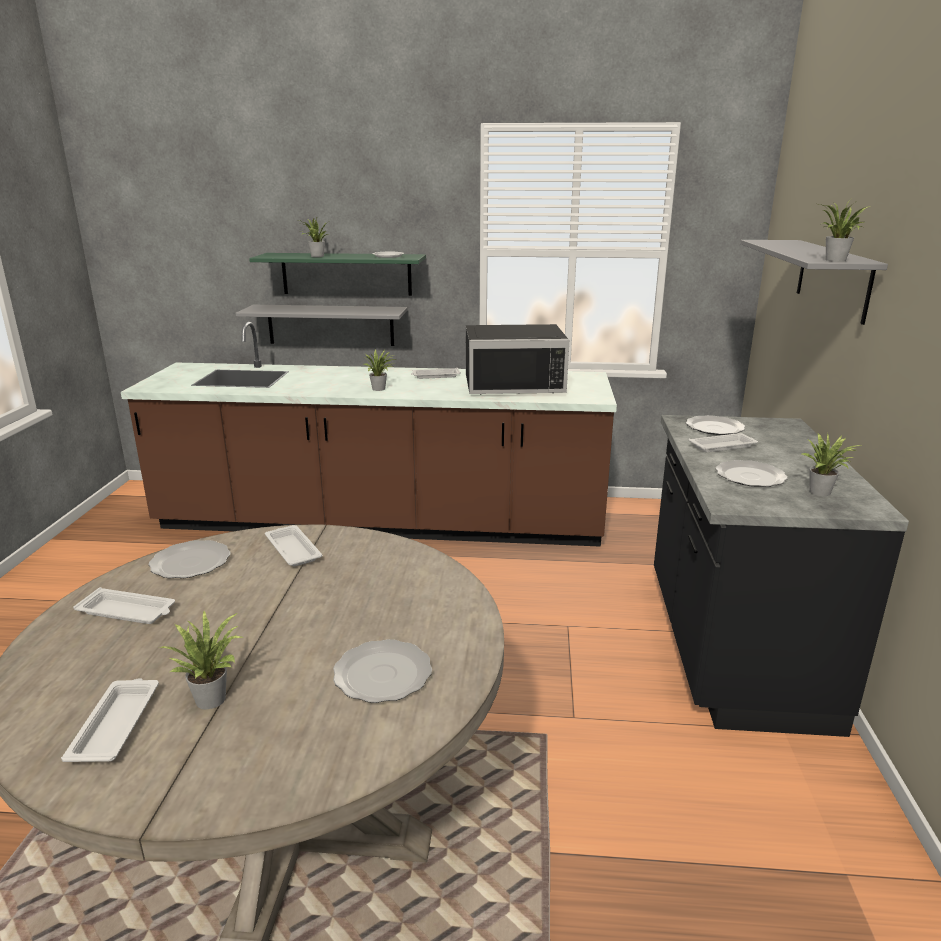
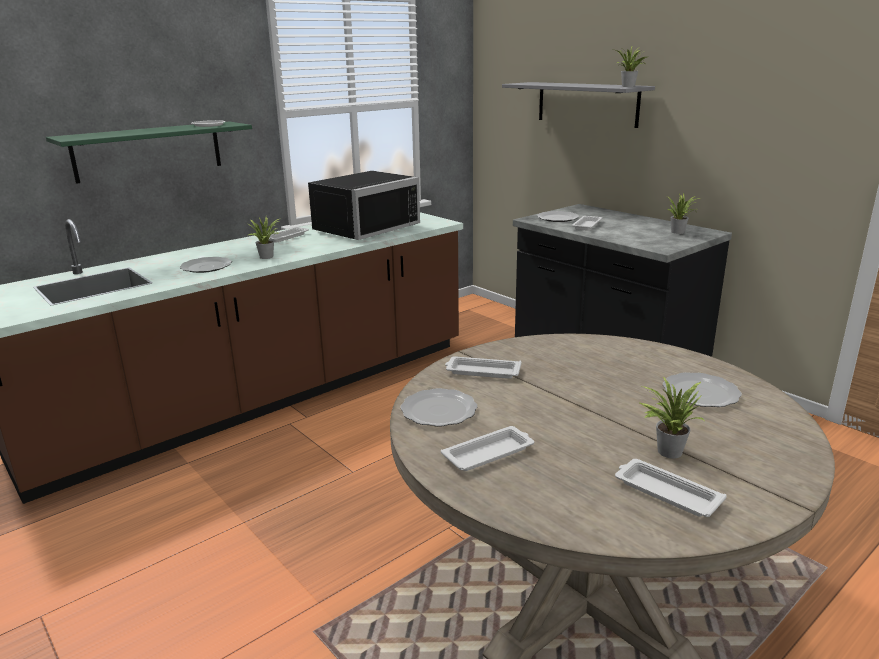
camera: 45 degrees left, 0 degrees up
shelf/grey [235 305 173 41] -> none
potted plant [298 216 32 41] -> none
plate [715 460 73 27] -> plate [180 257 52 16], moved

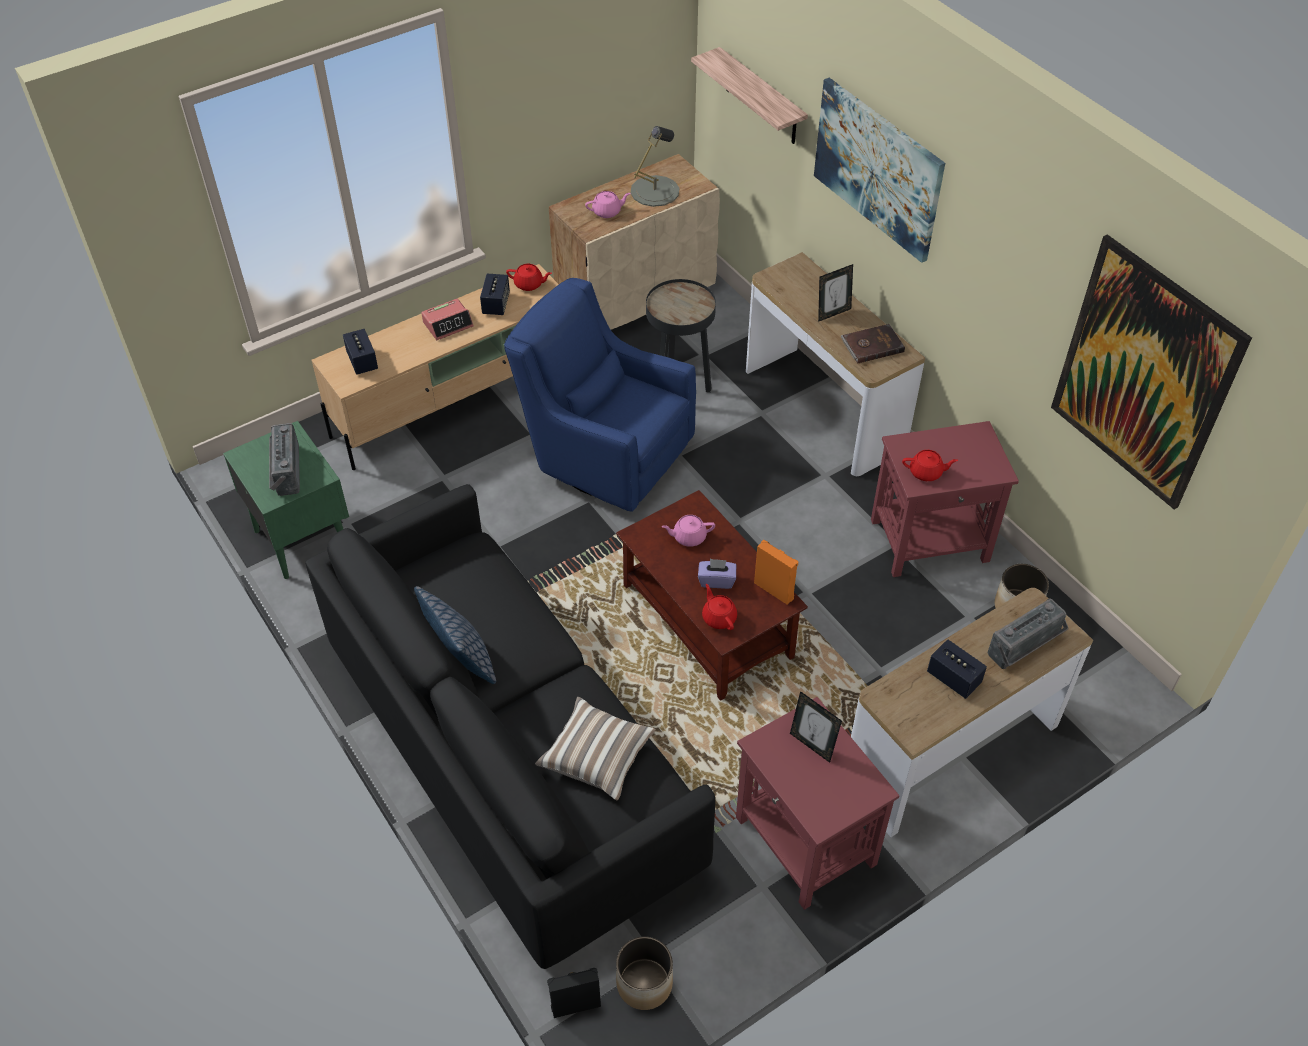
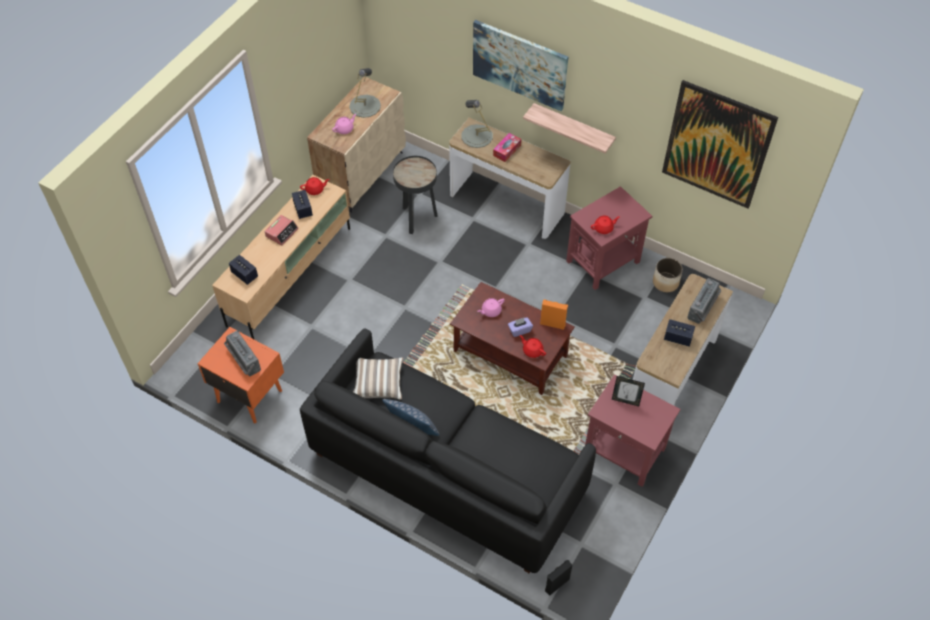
camera: 25 degrees left, 5 degrees up
nightstand/green [223 421 126 158] -> nightstand/orange [197 327 87 97]
armchair/blue [504 278 192 234] -> none
pillow [535 697 121 104] -> pillow [353 358 50 42], moved
planter [616 936 57 74] -> none
shelf [691 47 117 97] -> shelf [523 103 93 51], moved
picture frame [818 264 35 58] -> tissue box [493 133 28 29]
book/brown [841 324 64 40] -> none
none -> table lamp/grey [462 100 31 48]

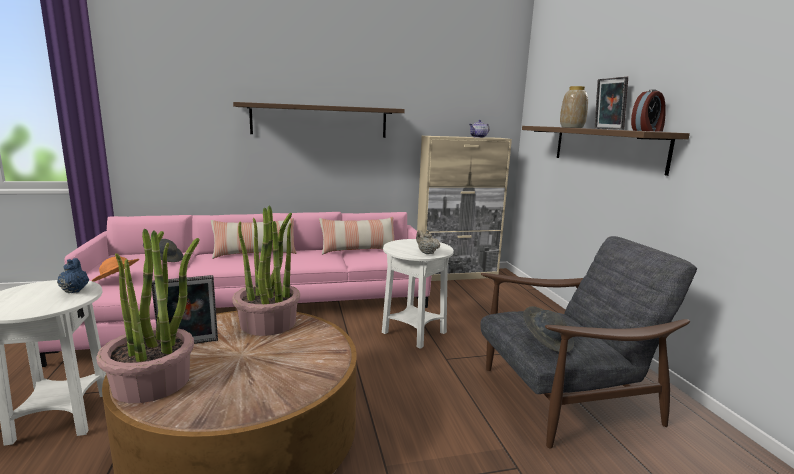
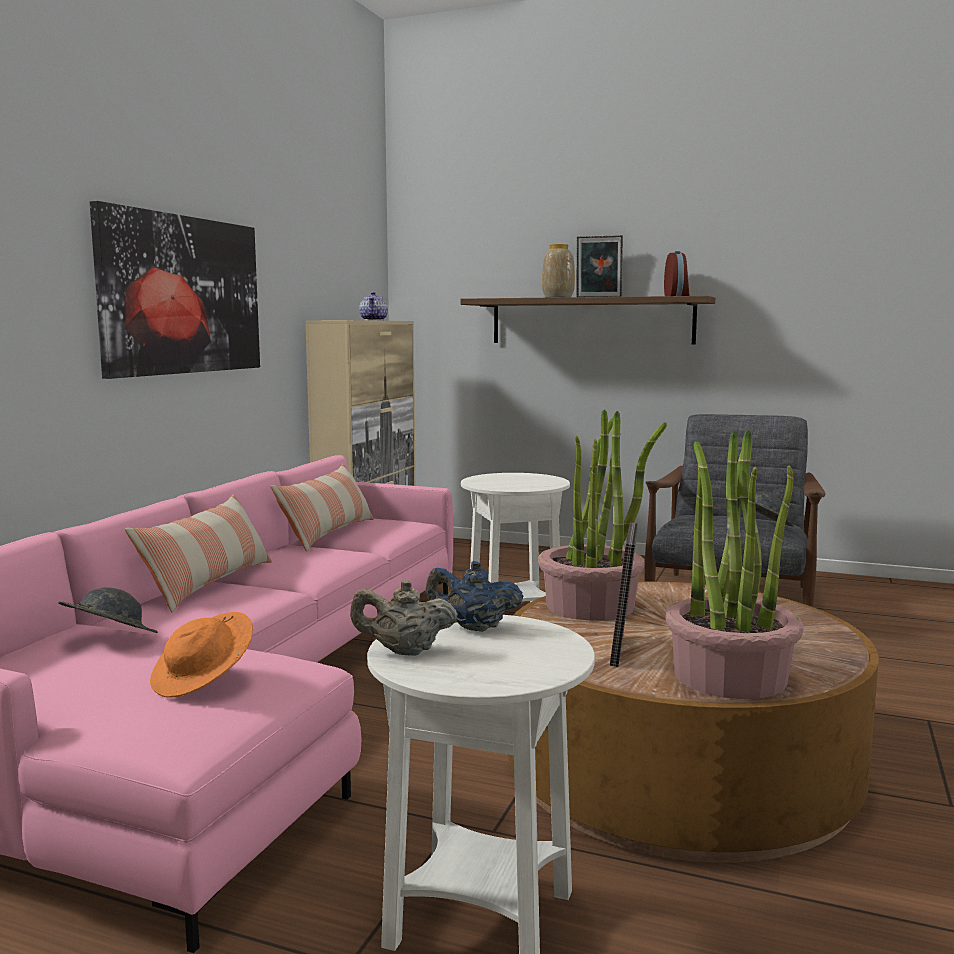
camera: 55 degrees left, 5 degrees down
shelf [233 102 172 36] -> picture [90 201 170 178]
teapot/beige [416 230 24 24] -> teapot/beige [350 580 108 76], moved

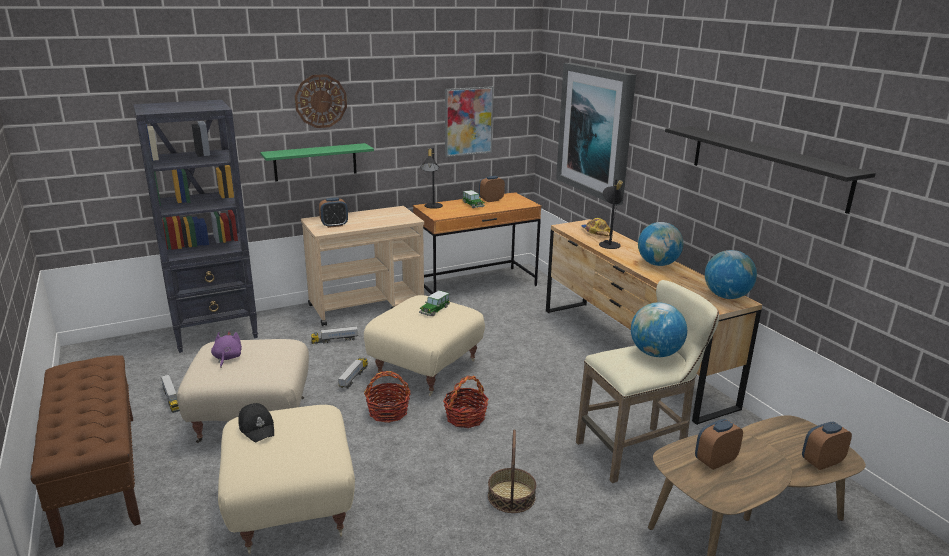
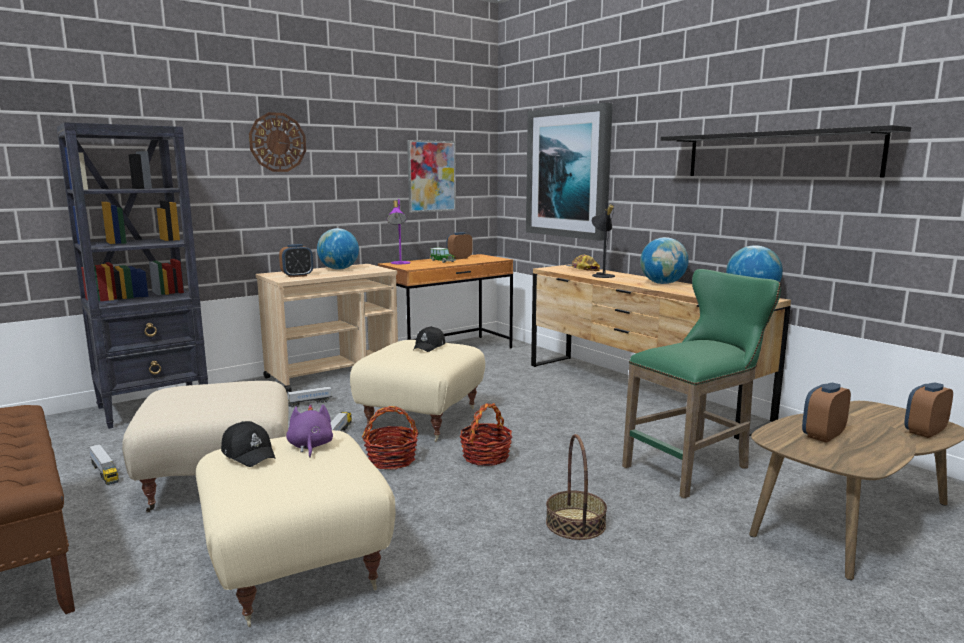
camera: 10 degrees left, 10 degrees down
plush toy/purple [211 331 31 36] -> plush toy/purple [286 404 47 54], moved
shelf/green [260 143 114 39] -> none
toy car [419 290 31 26] -> cap/black [414 326 31 26]
table lamp/black [420 148 23 61] -> table lamp/purple [387 199 24 65]
stool/beige [576 280 143 203] -> stool/green [622 269 159 229]
globe [631 302 56 55] -> globe [317 228 42 42], moved

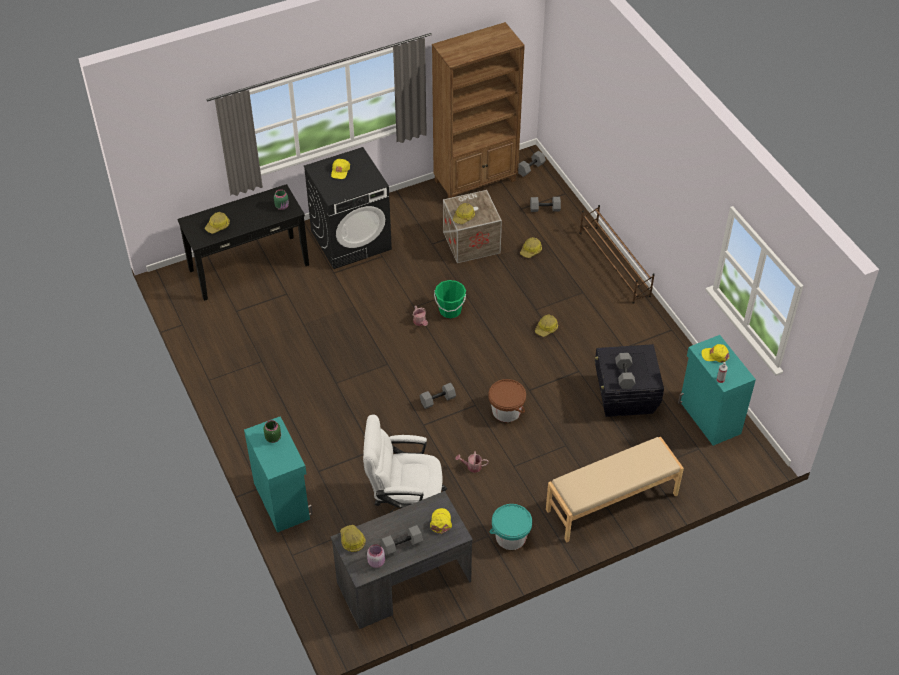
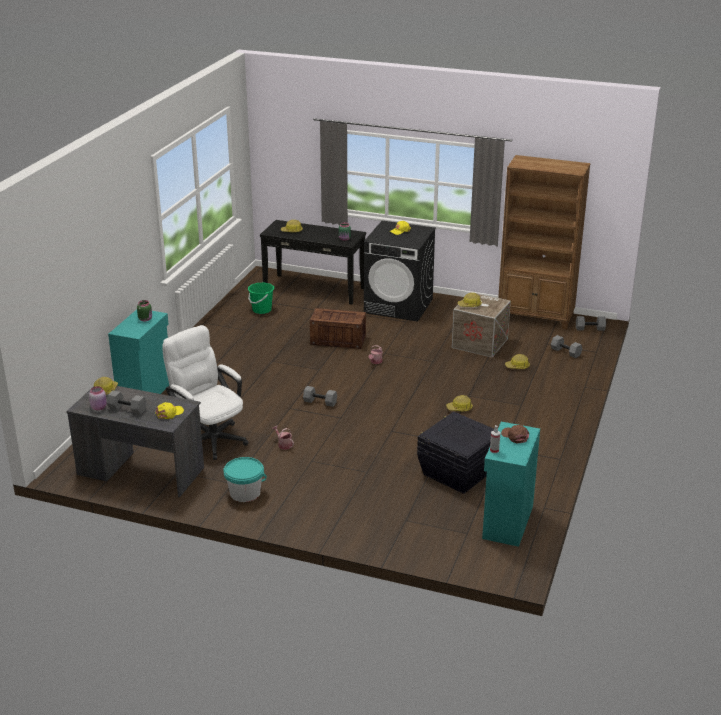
camera: 45 degrees right, 20 degrees down
bucket/green [434 280 32 38] -> bucket/green [248 283 26 31], moved
bucket/brown [488 379 38 43] -> none
bench/beige [546 437 138 106] -> none
shoe rack/brown [579 205 76 99] -> none
dumbbell/grey [615 353 21 36] -> none
cap/yellow [701 344 29 19] -> cap/brown [501 425 28 19]
none -> crate [310 308 56 41]

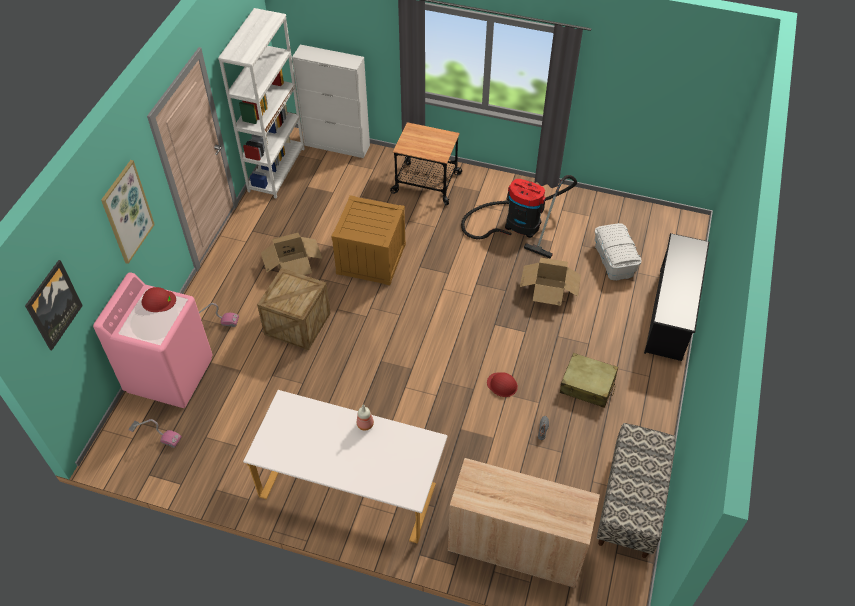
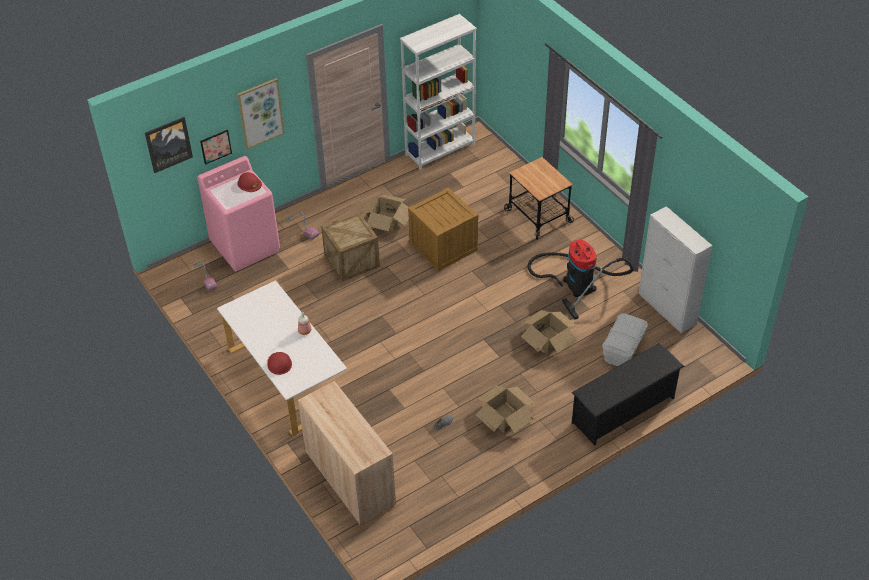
camera: 40 degrees right, 5 degrees down
cabinet/white [292 45 78 113] -> cabinet/white [639 206 74 127], moved
hard hat/red [487 372 31 25] -> hard hat/red [267 352 25 23], moved
suitcase/beige [560 353 58 55] -> cardboard box [476 385 59 48]
bench [597 423 79 135] -> none
none -> picture [200 130 32 35]

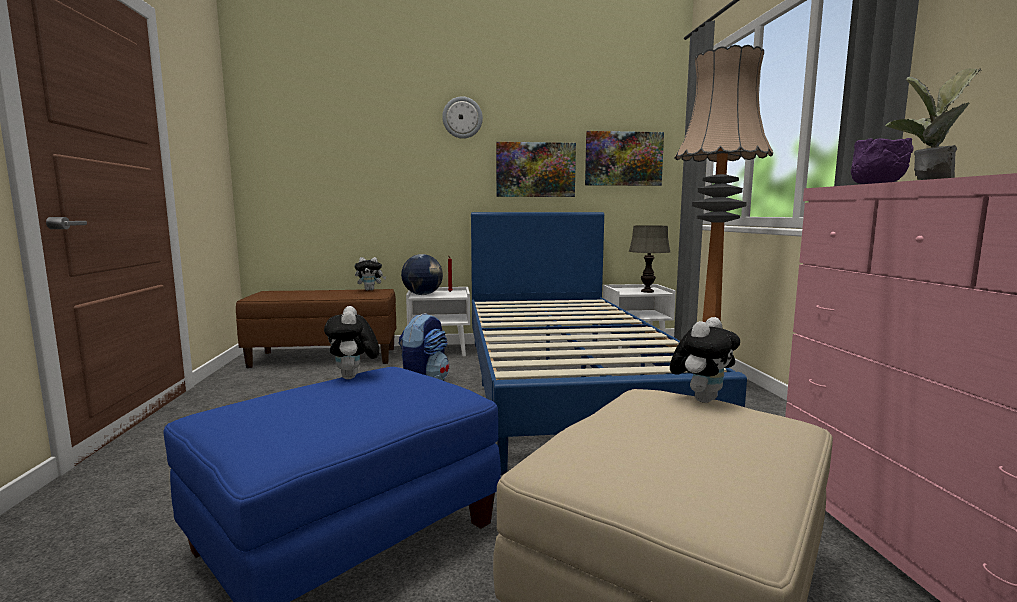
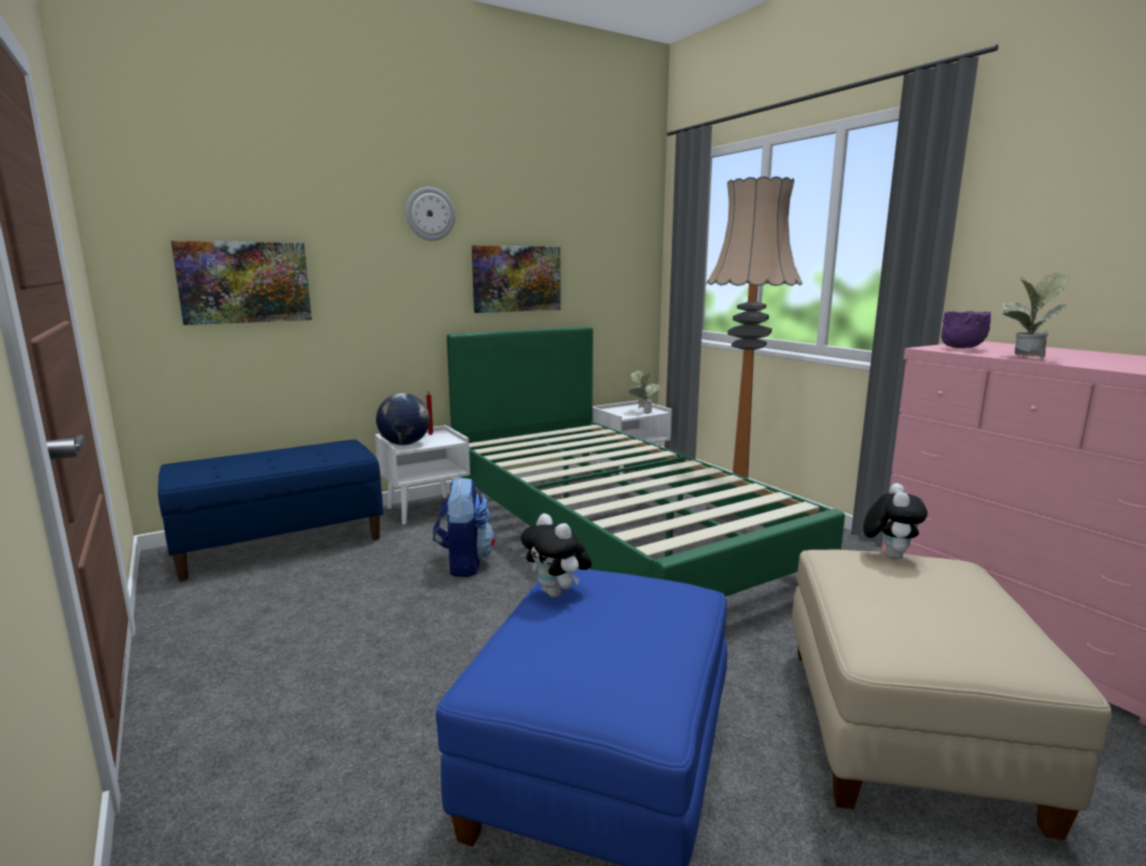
camera: 25 degrees left, 5 degrees up
bench/brown [236 289 160 79] -> bench/blue [158 440 225 141]
plush toy [355 257 31 33] -> none
bed/blue [471 212 276 263] -> bed/green [447 326 398 271]
picture [585 131 79 55] -> picture [171 241 141 84], moved
table lamp/grey [629 225 41 68] -> potted plant [629 371 31 43]

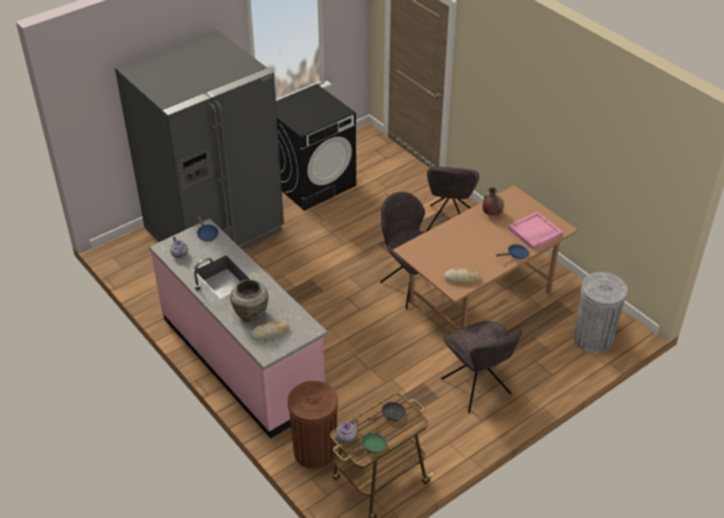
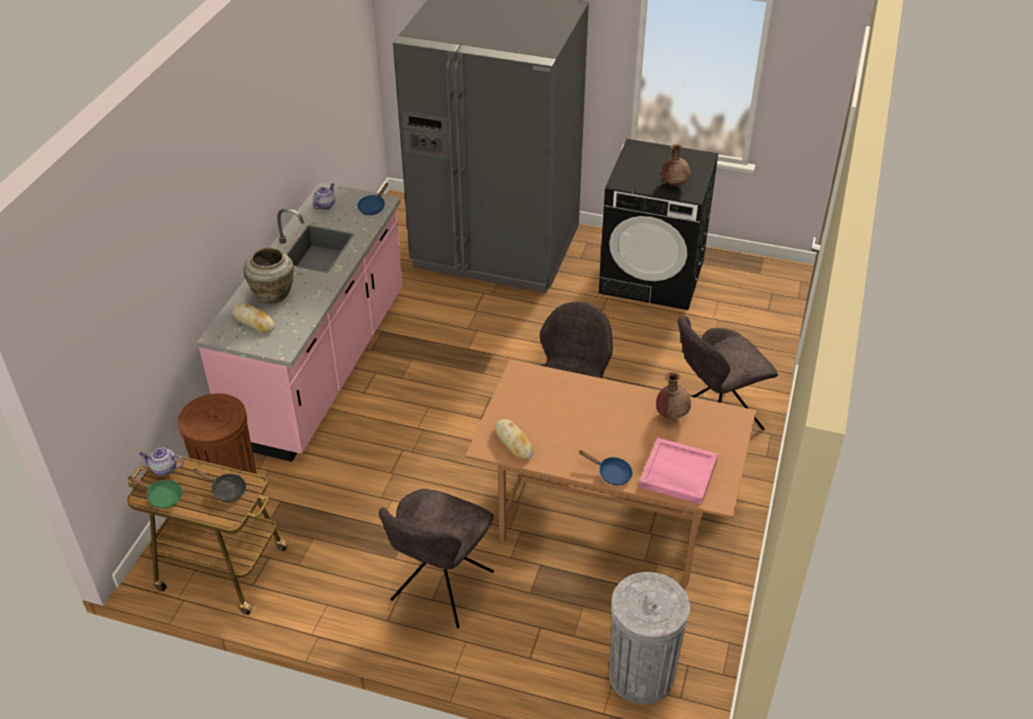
camera: 55 degrees right, 0 degrees up
none -> vase/brown [662 144 29 42]

